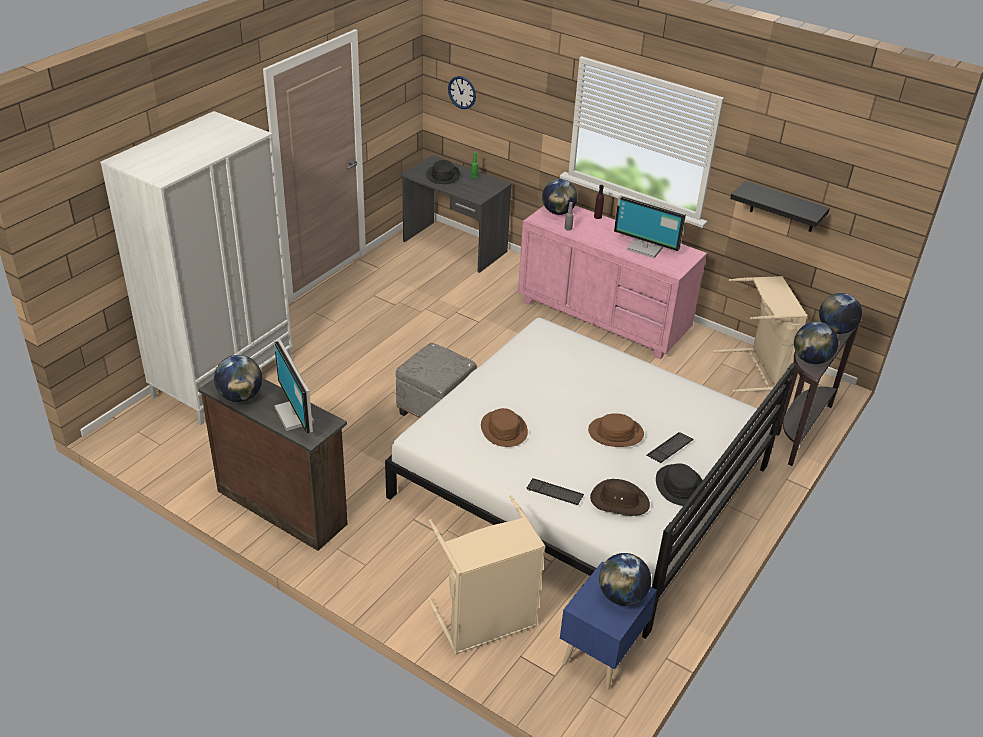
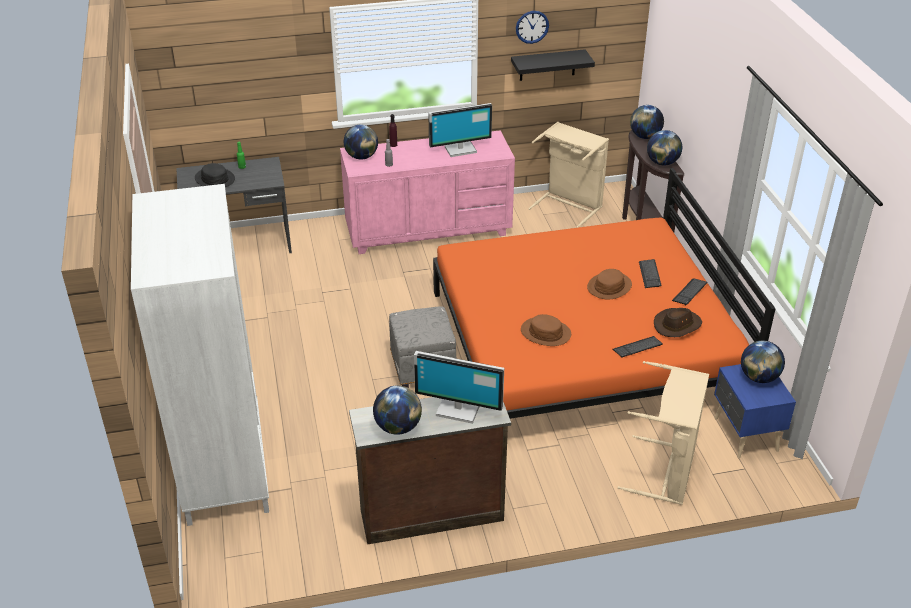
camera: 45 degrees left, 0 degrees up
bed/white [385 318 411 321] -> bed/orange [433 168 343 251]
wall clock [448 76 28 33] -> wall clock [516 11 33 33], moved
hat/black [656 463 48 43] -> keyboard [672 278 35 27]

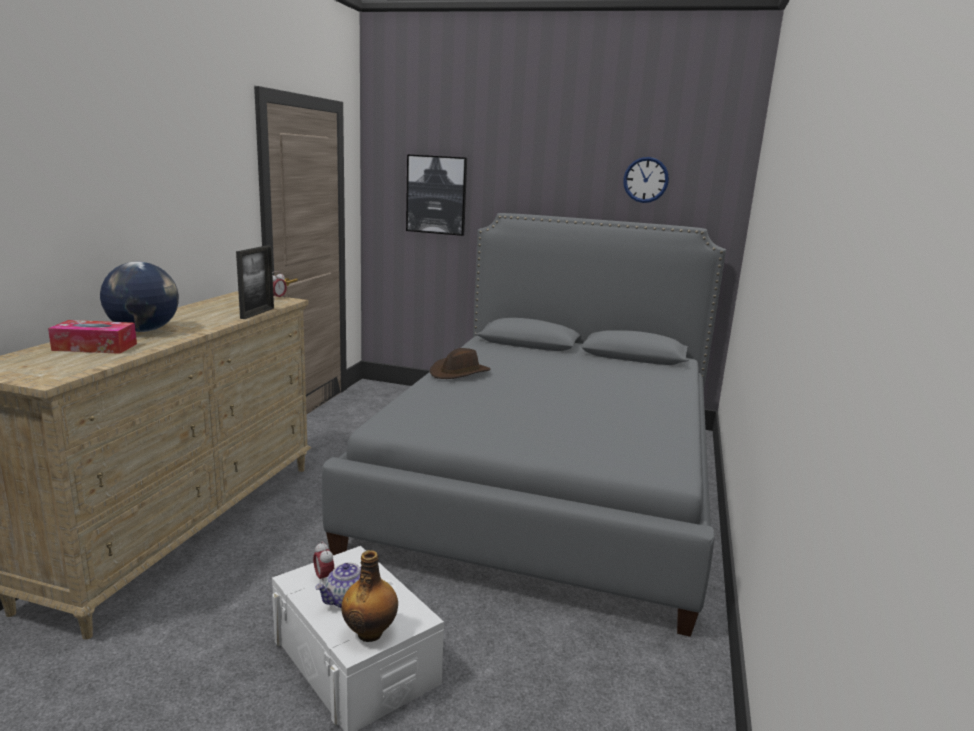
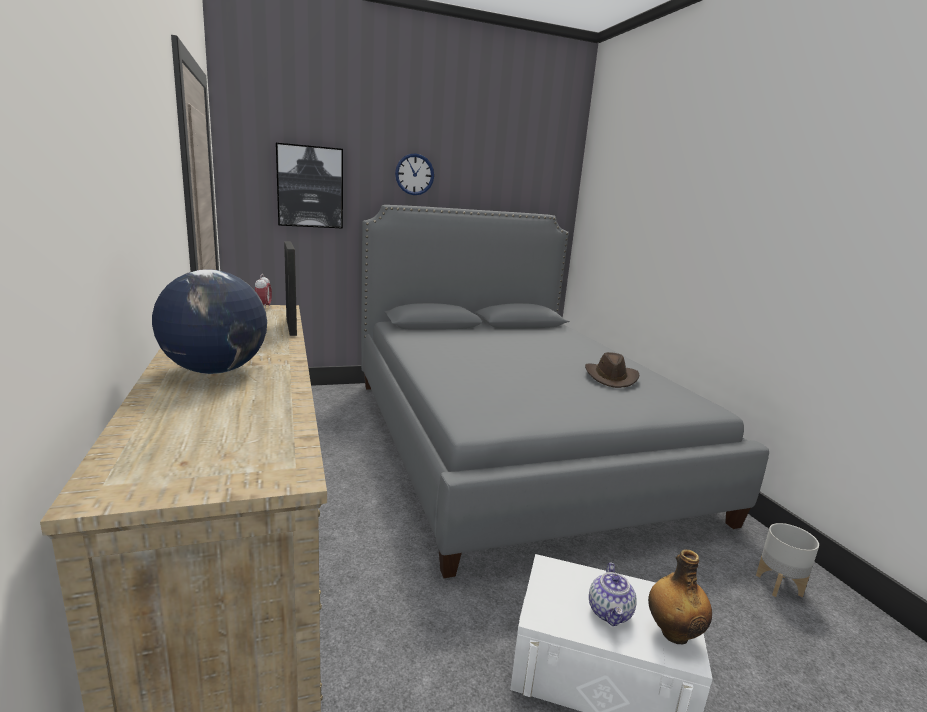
camera: 35 degrees left, 0 degrees up
tissue box [48 320 89 34] -> none
alarm clock [313 541 21 44] -> none
hat/brown [430 348 60 31] -> hat/brown [585 352 54 36], moved
wall clock [623 157 46 46] -> wall clock [395 154 39 41], moved
none -> planter/grey [756 523 63 75]

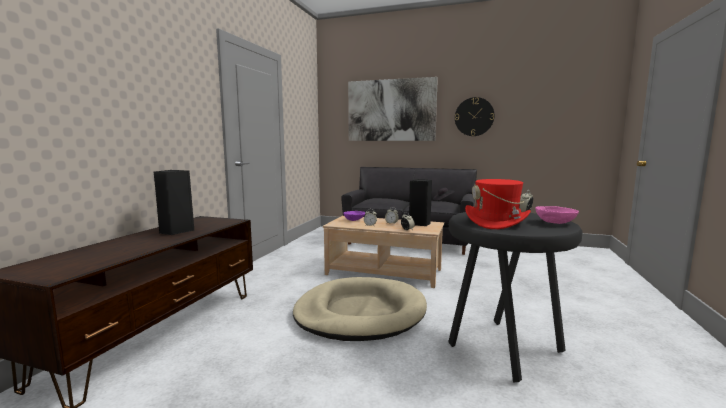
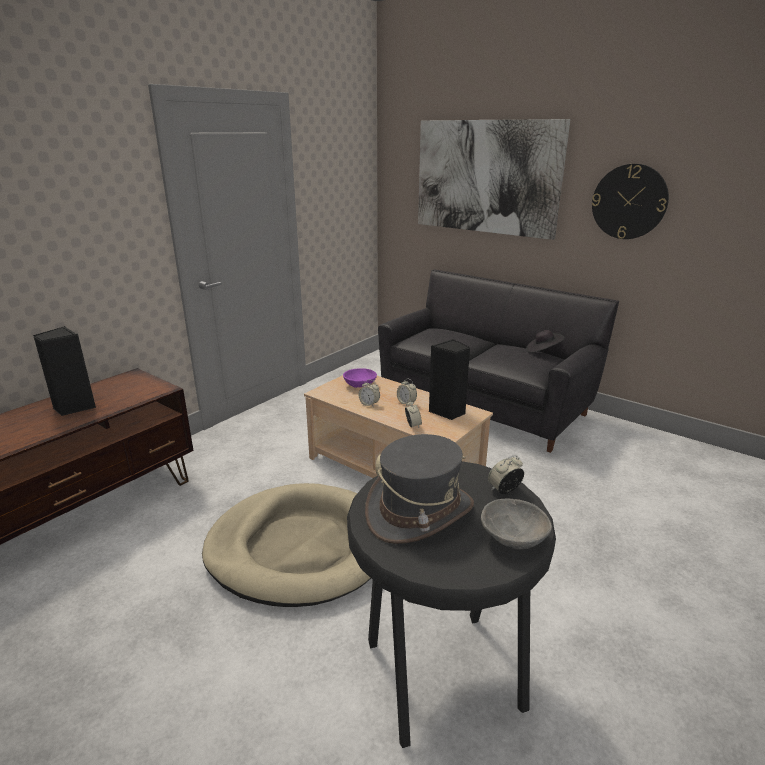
camera: 20 degrees right, 15 degrees up
hat/red [465 179 66 50] -> hat/grey [365 434 109 110]
bowl/pink [535 206 44 18] -> bowl/grey [481 499 71 51]

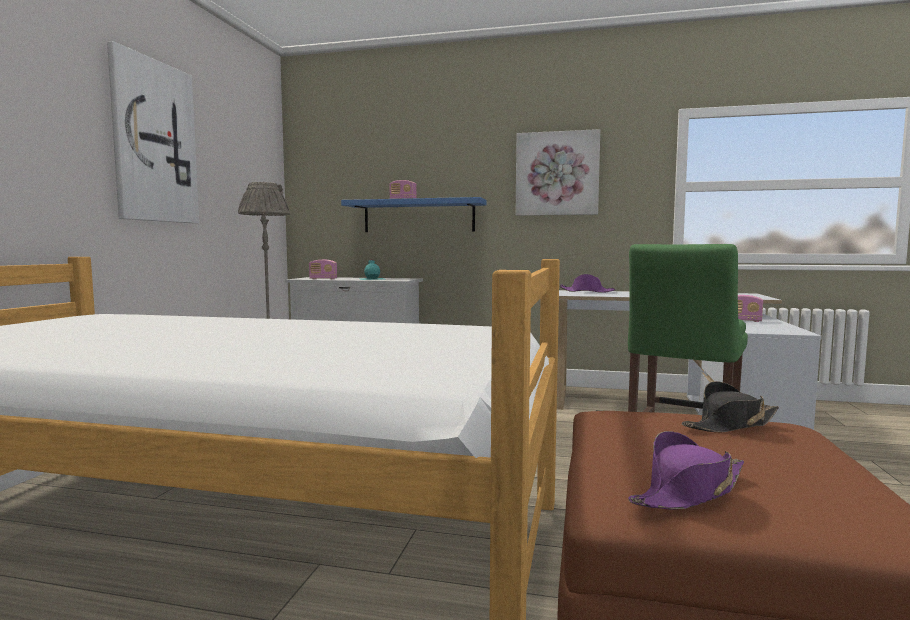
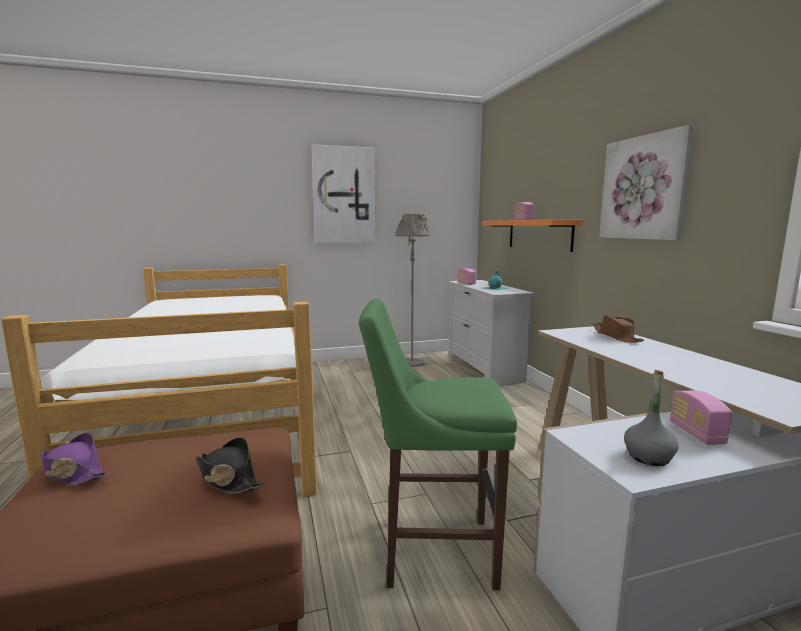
camera: 60 degrees right, 5 degrees up
shelf/blue [341 197 146 35] -> shelf/orange [482 219 101 33]
hat/purple [559 274 56 19] -> hat/brown [593 315 51 28]
none -> bottle/grey [624 370 54 96]

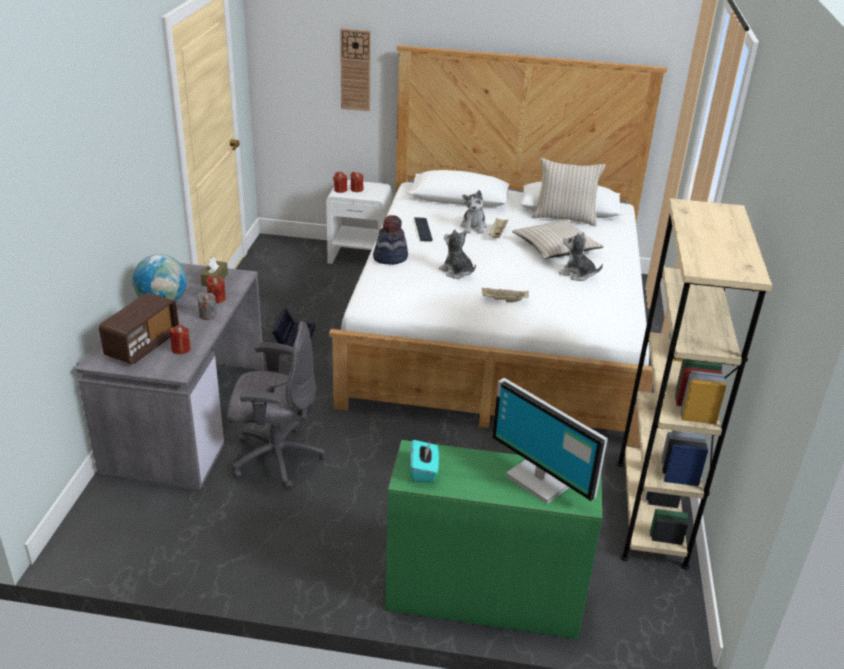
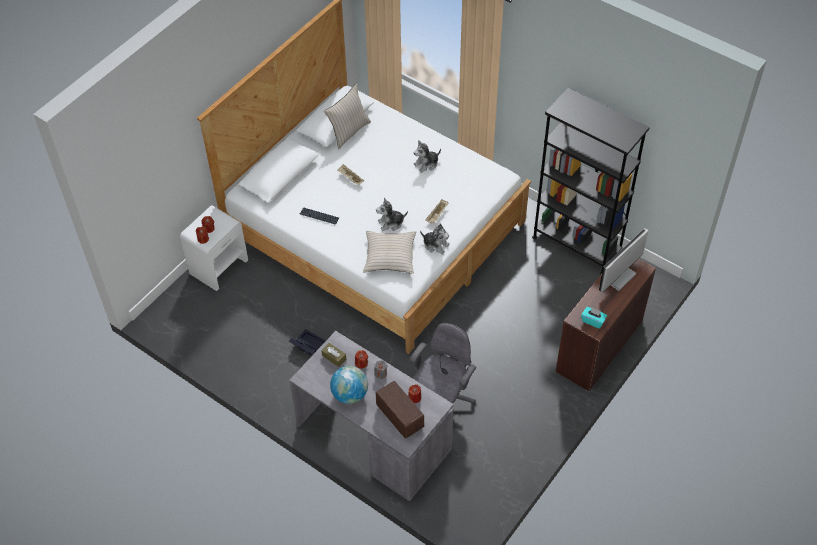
camera: 60 degrees left, 20 degrees up
wall clock [340 29 31 82] -> none
hat [373 215 35 50] -> none
desk/green [385 440 217 199] -> desk/brown [556 250 100 141]
plush toy [460 190 27 44] -> plush toy [420 224 30 31], moved
monitor [492 378 116 126] -> monitor [599 228 50 65], 150 degrees clockwise
pillow/beige [512 220 92 39] -> pillow/beige [363 231 53 43], moved
bookcase/beige [616 198 156 372] -> bookcase/black [532 88 118 187]

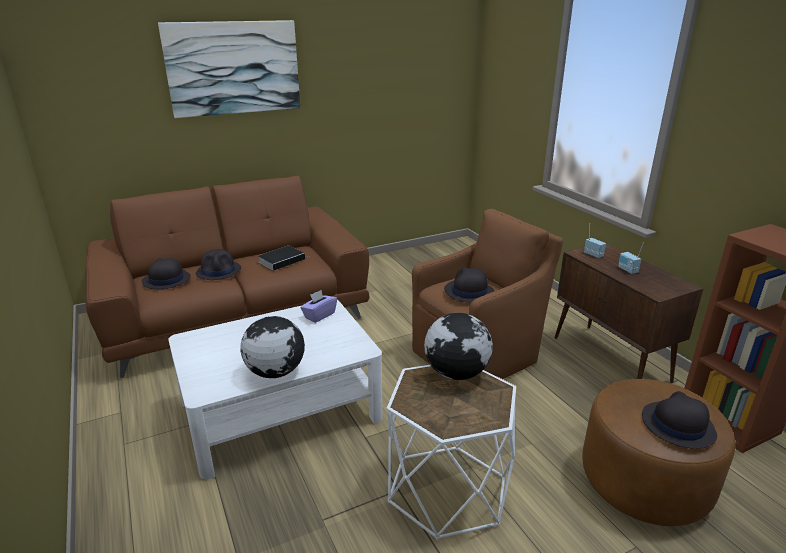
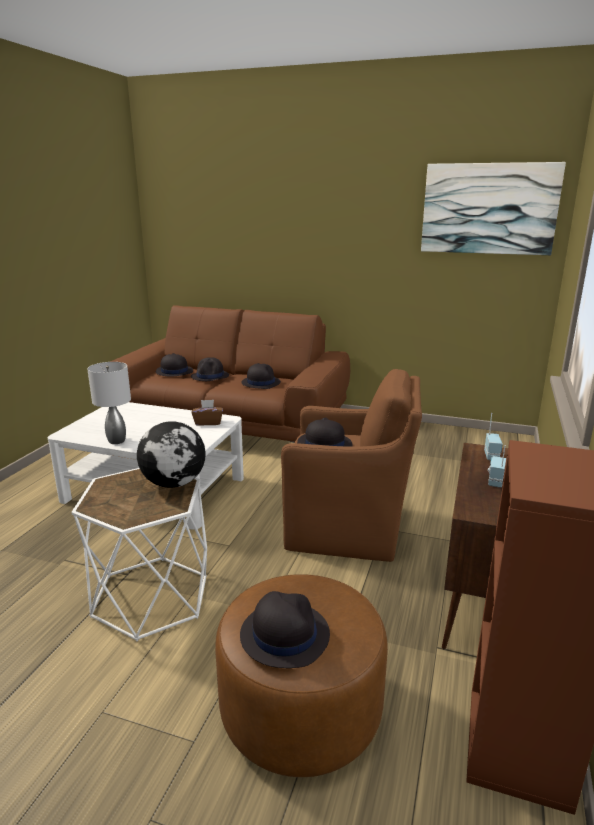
camera: 45 degrees right, 5 degrees down
picture [158 20 142 98] -> picture [421 162 145 93], moved
globe [241 316 64 62] -> table lamp/grey [87 362 44 82]
book [258 246 47 25] -> hat/black [241 363 40 26]
tissue box/purple [300 290 37 33] -> tissue box/brown [191 400 32 26]

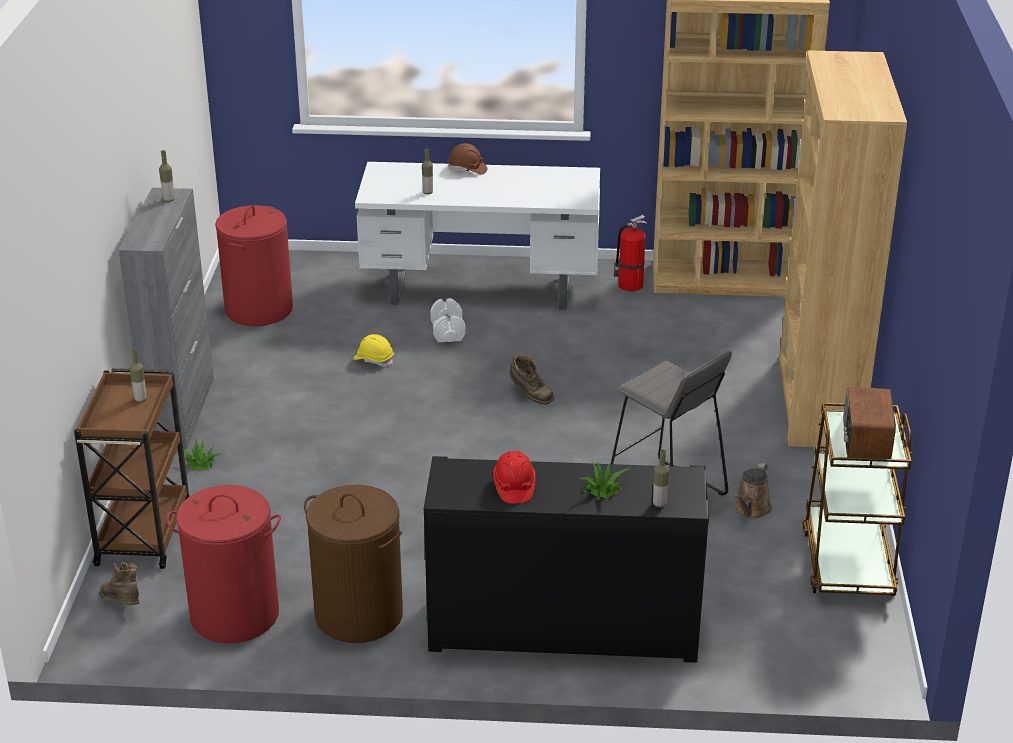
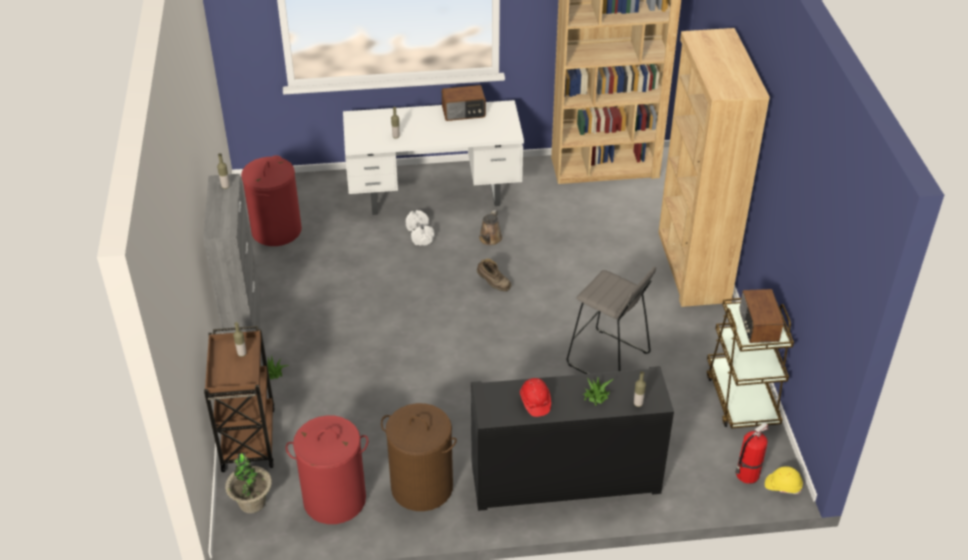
camera: 10 degrees left, 10 degrees up
boot/brown [99 562 40 44] -> potted plant [225 453 47 60]
hard hat/yellow [353 334 41 33] -> hard hat/yellow [765 466 38 28], moved
hard hat/brown [448 143 40 32] -> none
fire extinguisher [613 215 34 76] -> fire extinguisher [735 422 33 62], moved
watering can/brown [734 463 38 56] -> watering can/brown [479 210 24 35], moved
none -> radio [442 85 44 36]

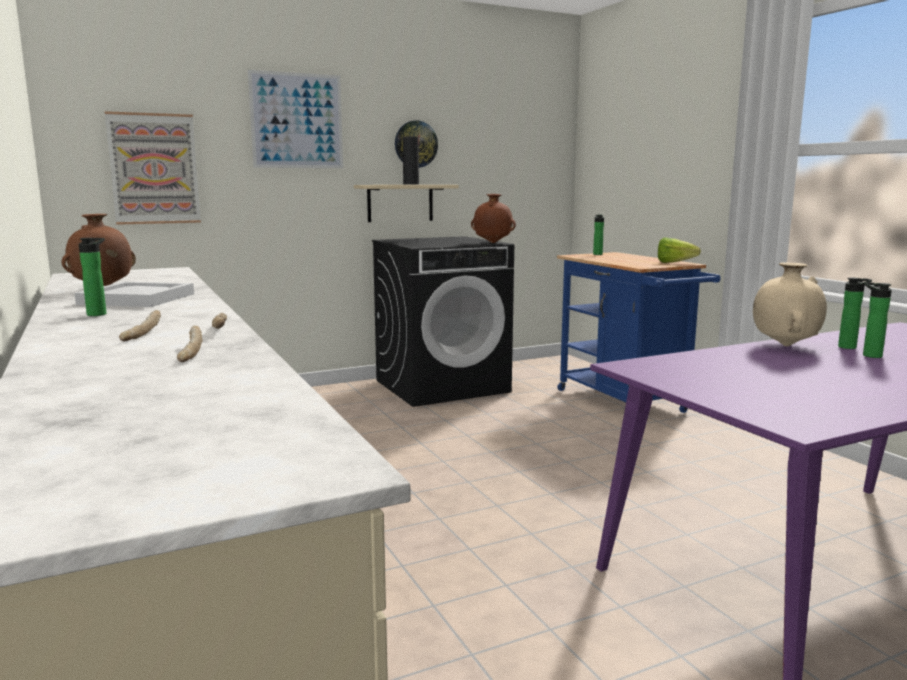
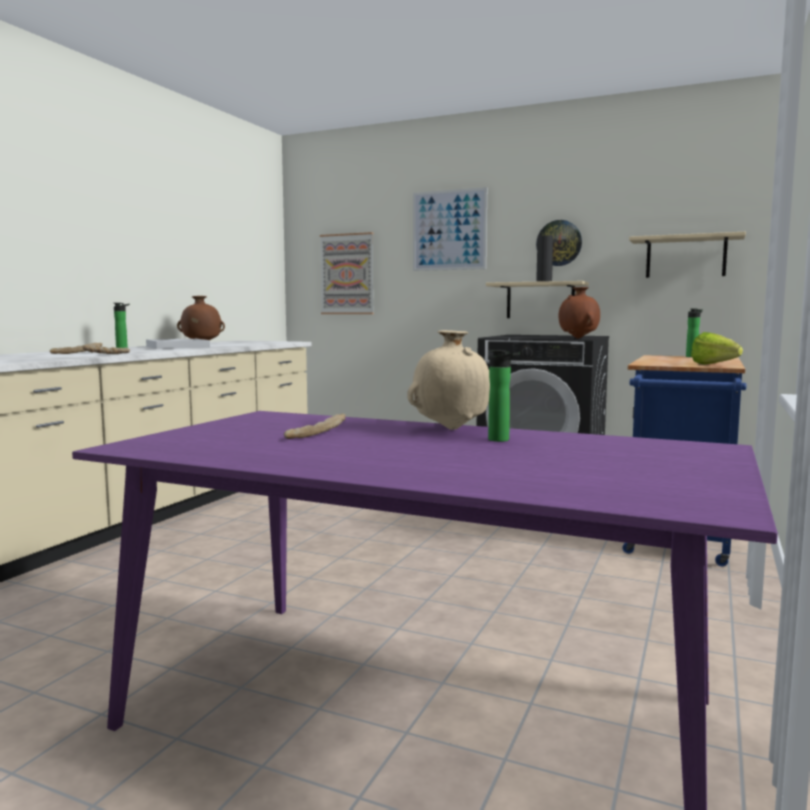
camera: 50 degrees right, 5 degrees down
bread [177 326 26 36] -> bread [284 414 62 25], moved
bottle [863 282 29 76] -> none
none -> shelf/beige [629 232 117 46]

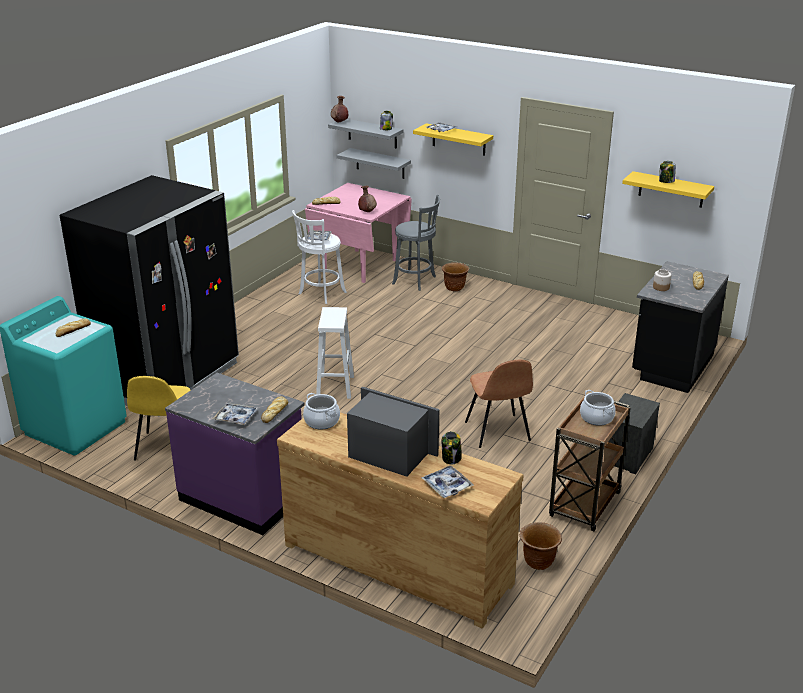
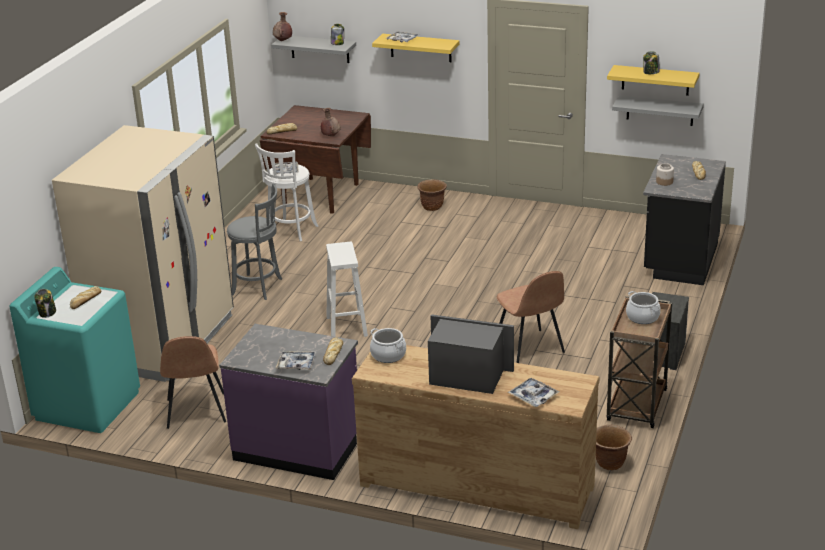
camera: 10 degrees left, 0 degrees up
fridge/black [60 175 179 231] -> fridge/beige [52 125 182 257]
chair/yellow [127 376 64 85] -> chair/brown [160 336 66 93]
dining table/pink [305 183 107 100] -> dining table/brown [260 105 111 109]
shelf/grey [336 148 75 31] -> shelf/grey [612 96 92 30], moved
stool/grey [392 195 48 96] -> stool/grey [227 184 55 116], moved
jar [442 431 20 33] -> jar [34 289 22 29], moved

